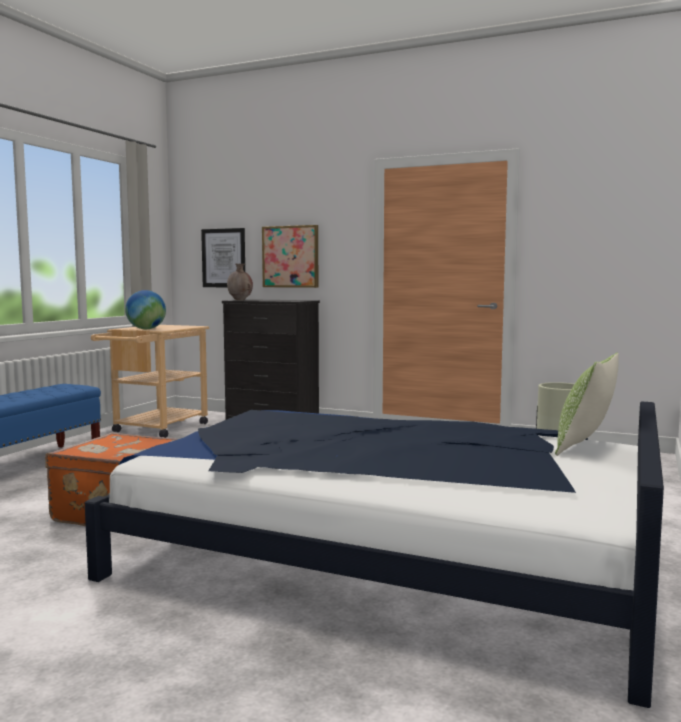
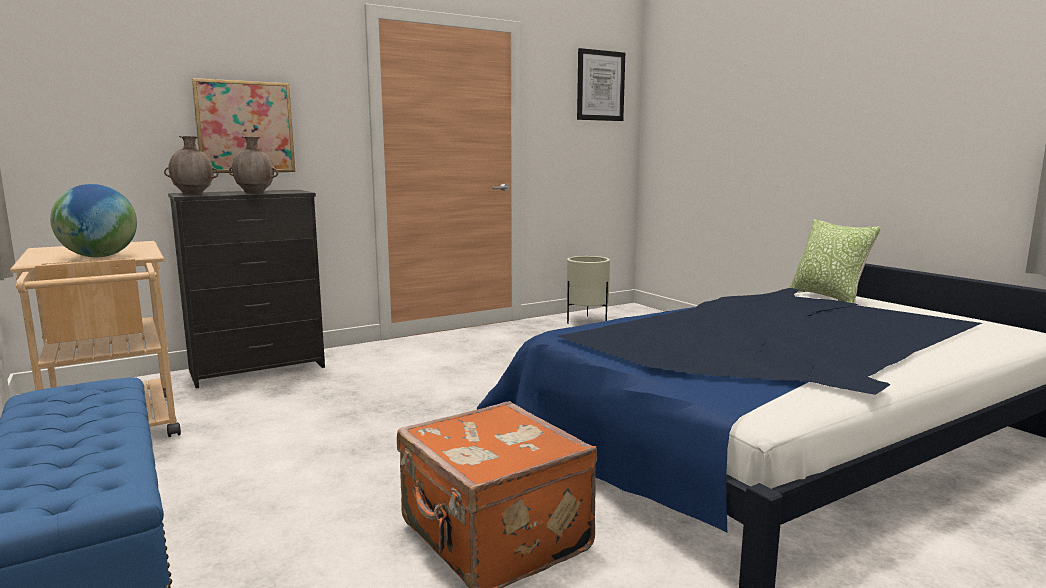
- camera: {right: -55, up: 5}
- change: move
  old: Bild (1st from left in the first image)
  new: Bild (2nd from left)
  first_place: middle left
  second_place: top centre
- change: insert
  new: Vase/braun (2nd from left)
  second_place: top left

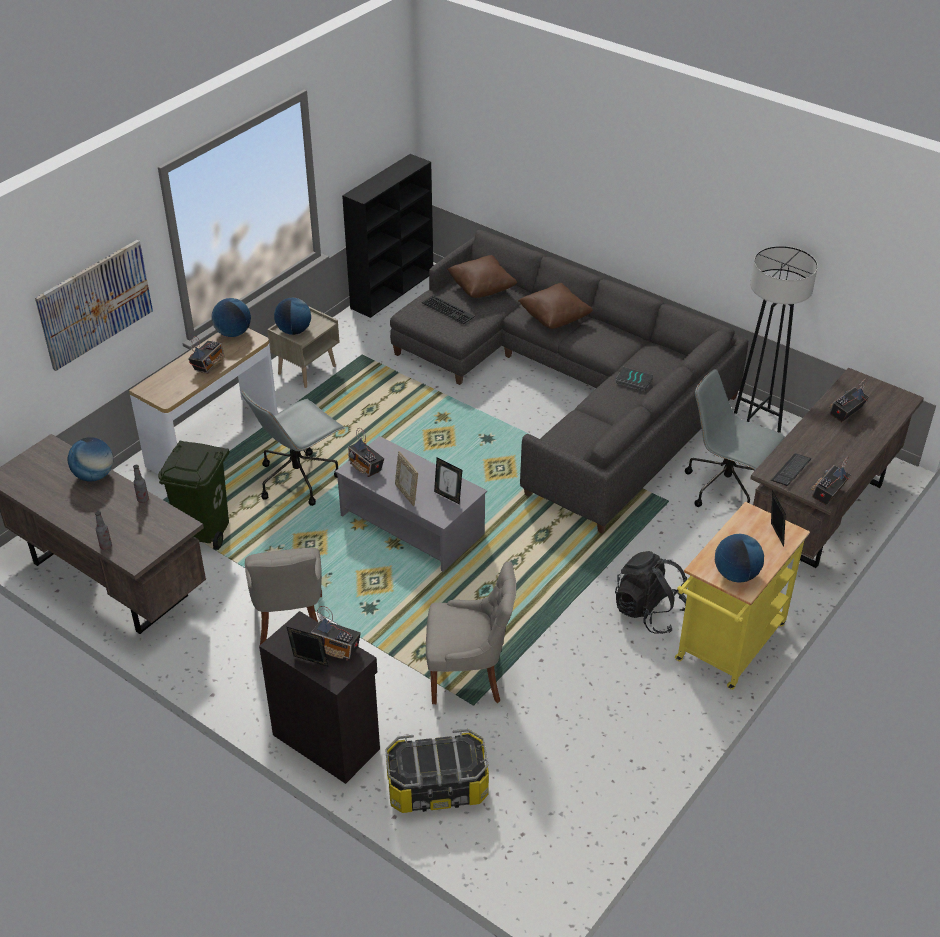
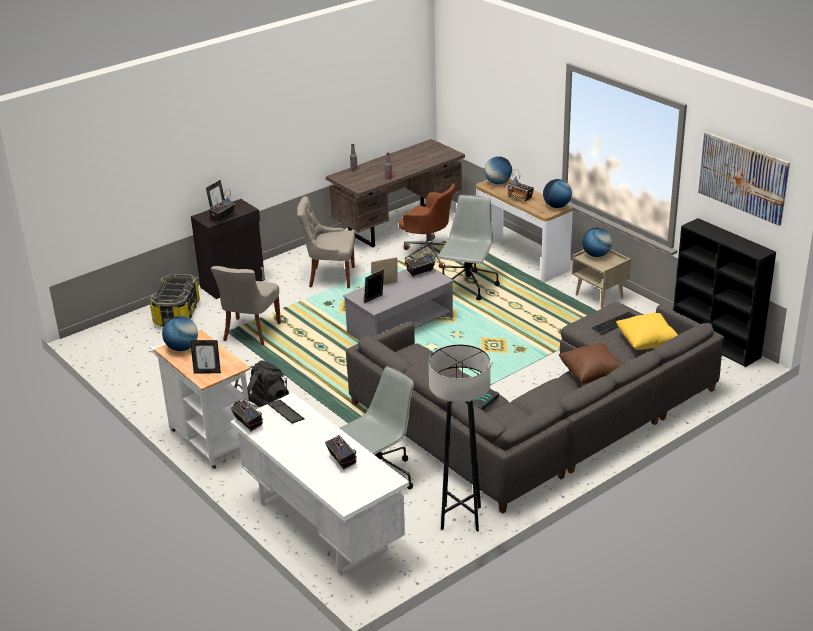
- camera: {right: 105, up: -10}
- change: move
  old: Bild
  first_place: top left
  second_place: top right
- change: move
  old: Globus (1st from left in the first image)
  new: Globus (2nd from left)
  first_place: middle left
  second_place: top centre
- change: replace
  old: Mülleimer/grün
  new: Bürostuhl/braun
  first_place: middle left
  second_place: centre
- change: rotate
  old: Bürostuhl/grau (1st from left in the first image)
  first_place: middle left
  second_place: centre
  degrees: 45
- change: recolor
  old: Kissen/braun (1st from left)
  new: Kissen/gelb
  first_place: top centre
  second_place: middle right
- change: recolor
  old: Rollwagen/gelb
  new: Rollwagen/weiß
  first_place: middle right
  second_place: middle left
- change: recolor
  old: Schreibtisch/braun (2nd from left)
  new: Schreibtisch/weiß
  first_place: middle right
  second_place: bottom centre

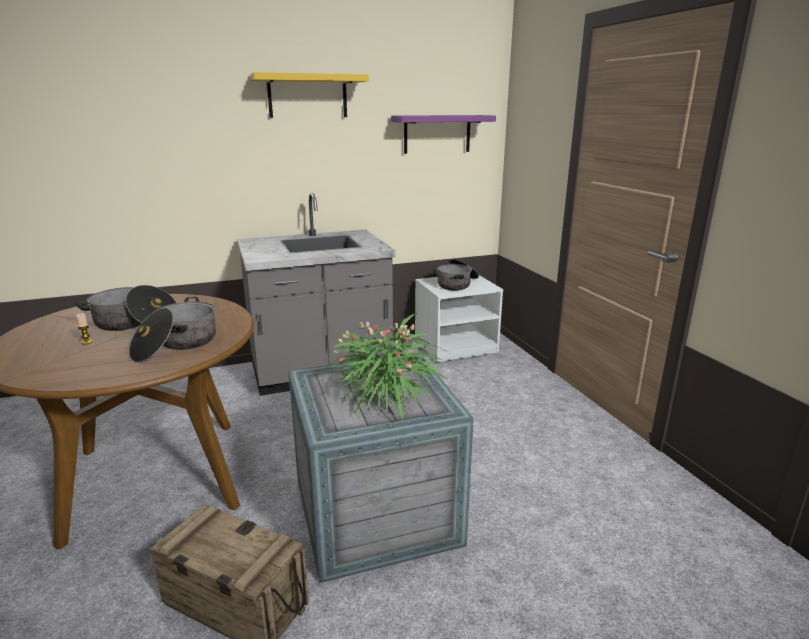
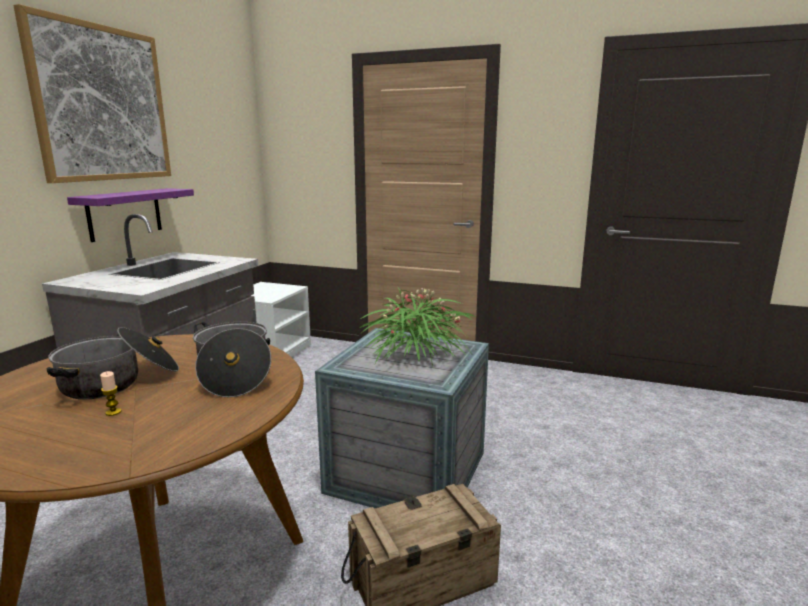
- camera: {right: -50, up: -5}
- change: replace
  old: Wandregal/gelb
  new: Bild
  first_place: top centre
  second_place: top left
- change: move
  old: Wandregal/lila
  first_place: top centre
  second_place: middle left
- change: delete
  old: Kochtopf (3rd from left)
  first_place: centre

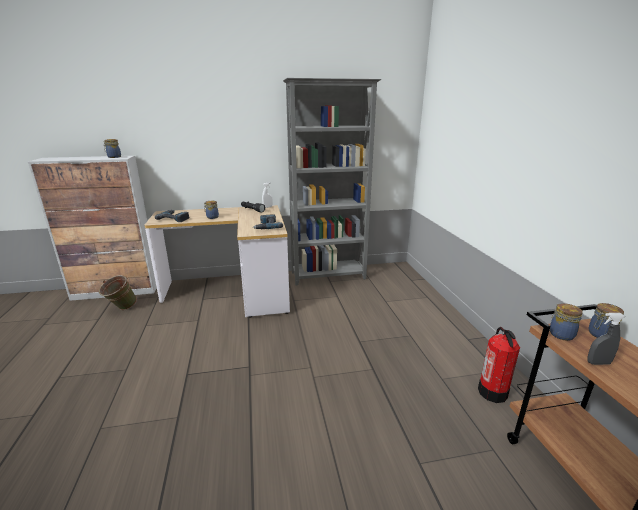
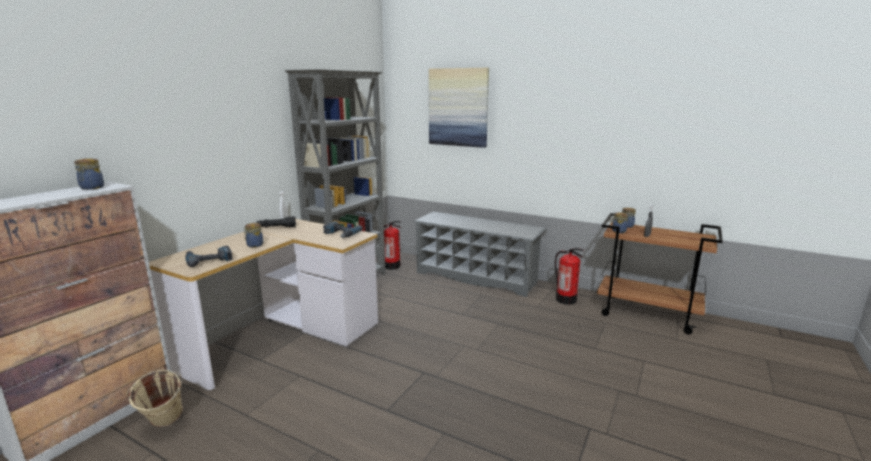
- camera: {right: -50, up: -5}
- change: recolor
  old: Eimer/grün
  new: Eimer/beige
  first_place: middle left
  second_place: bottom left
- change: insert
  new: Feuerlöscher (1st from left)
  second_place: centre
- change: insert
  new: Schuhregal/grau
  second_place: centre
- change: insert
  new: Bild
  second_place: top centre

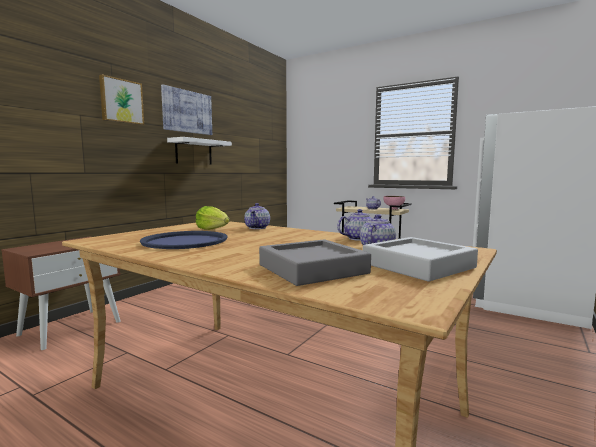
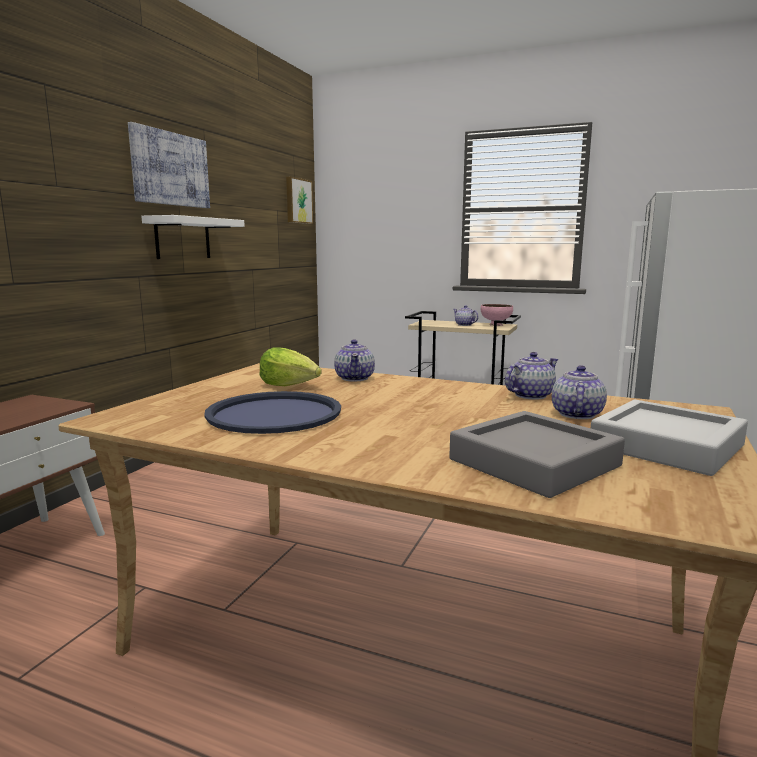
- camera: {right: -10, up: 5}
- change: move
  old: Bild (1st from left in the first image)
  new: Bild (2nd from left)
  first_place: top left
  second_place: top centre

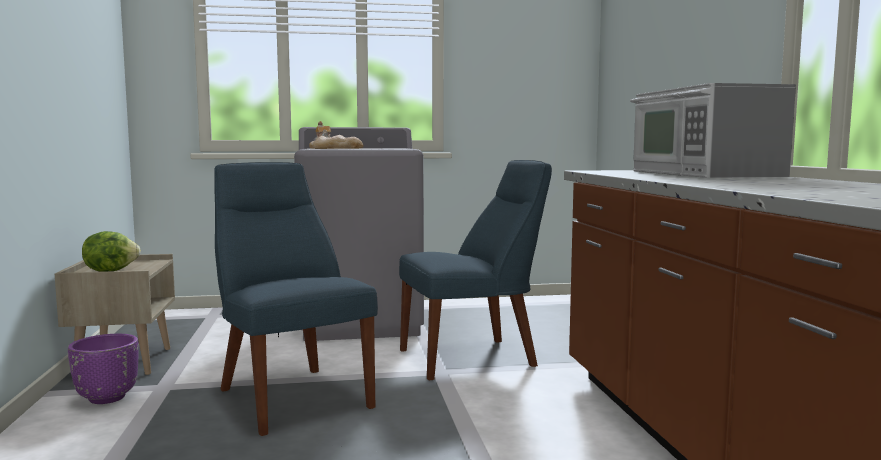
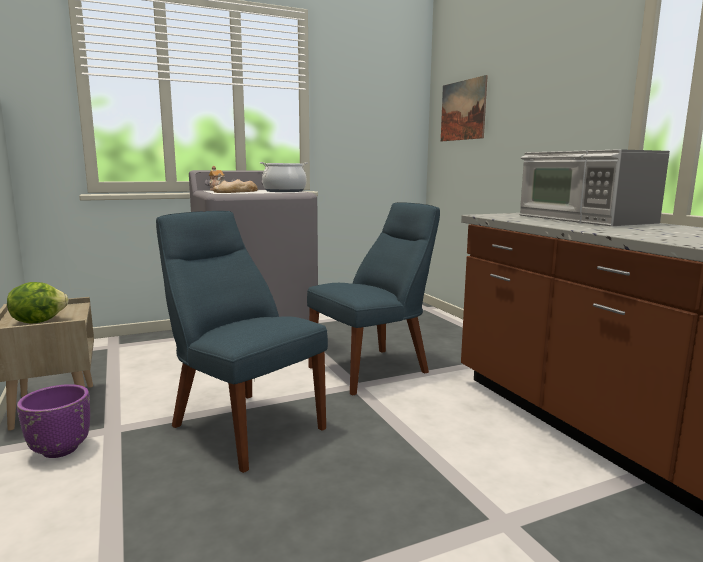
- camera: {right: -15, up: 5}
- change: insert
  new: Kochtopf
  second_place: top centre
- change: insert
  new: Bild
  second_place: top centre

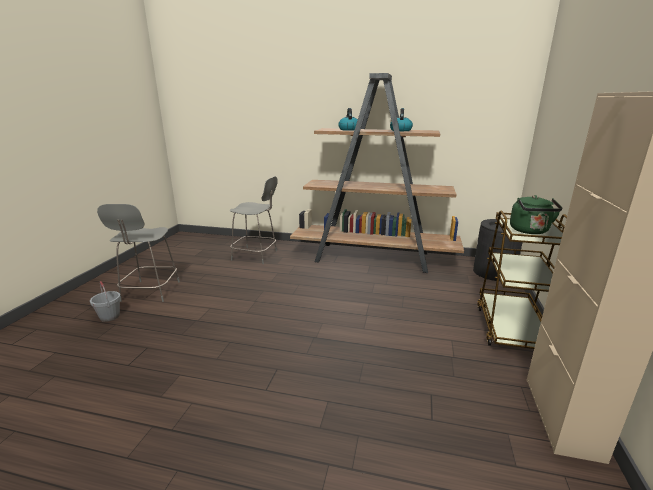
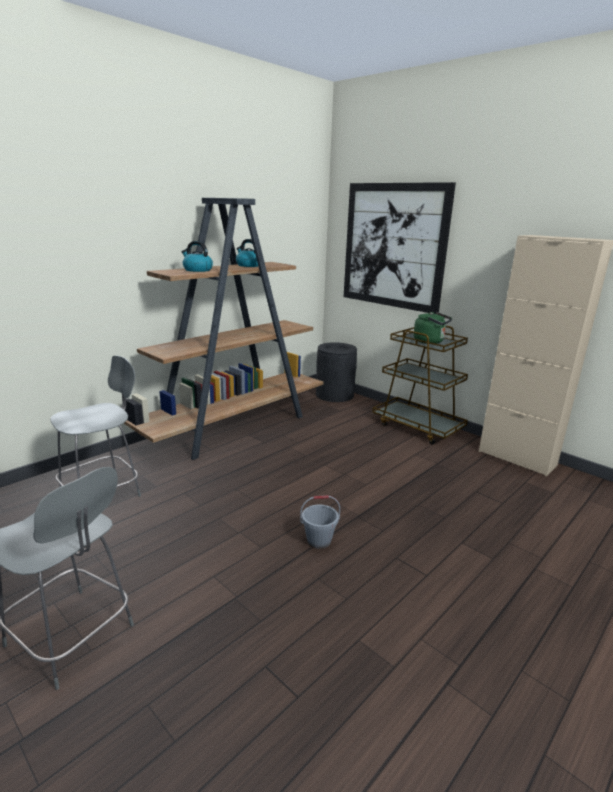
- camera: {right: -60, up: 0}
- change: move
  old: Eimer/grau
  first_place: middle left
  second_place: centre
- change: insert
  new: Bild
  second_place: top centre

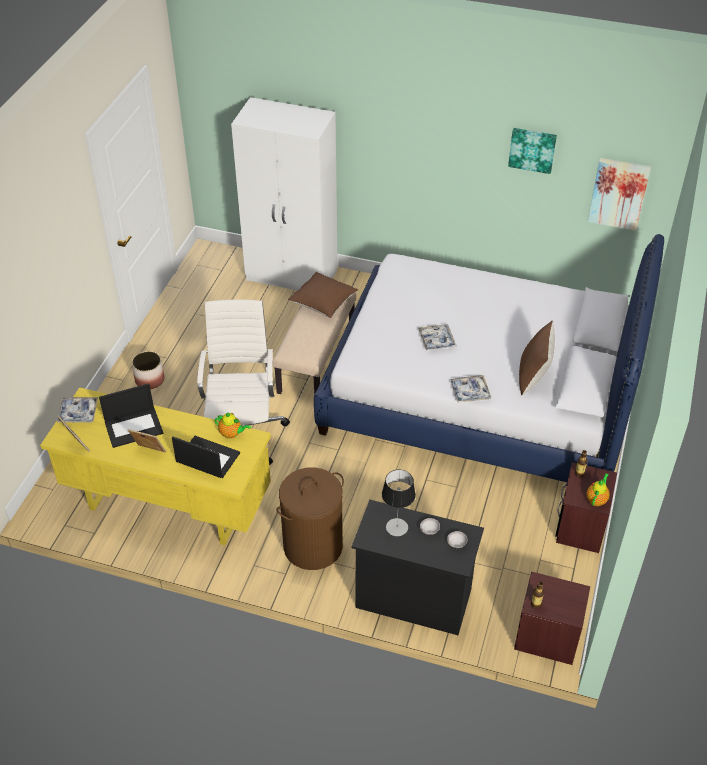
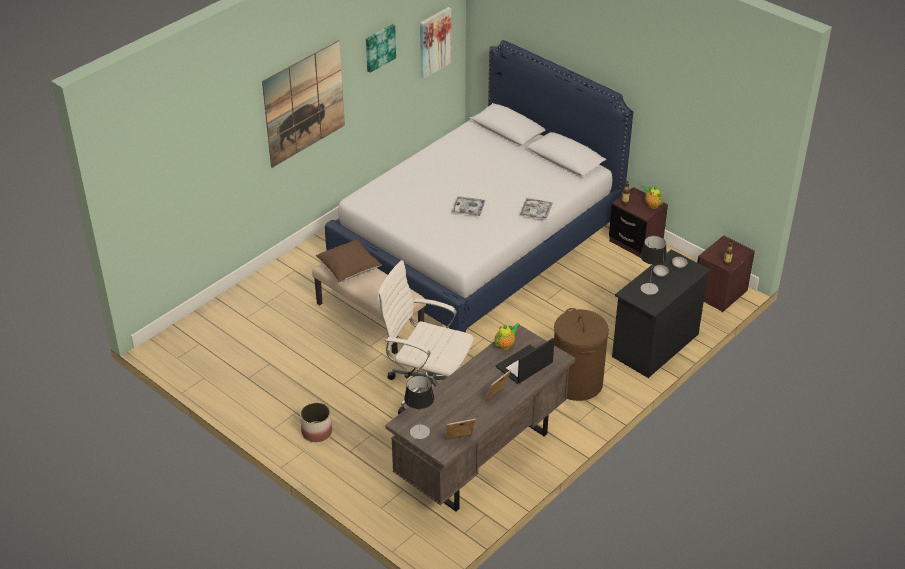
- camera: {right: -65, up: -5}
- change: recolor
  old: Schreibtisch/gelb
  new: Schreibtisch/braun
  first_place: middle left
  second_place: bottom centre
- change: replace
  old: Tablett (1st from left)
  new: Tischlampe (1st from left)
  first_place: middle left
  second_place: bottom centre
- change: delete
  old: Laptop (1st from left)
  first_place: middle left
- change: delete
  old: Kleiderschrank/weiß
  first_place: top centre
- change: delete
  old: Kissen/braun (2nd from left)
  first_place: middle right
- change: insert
  new: Bild (1st from left)
  second_place: top centre

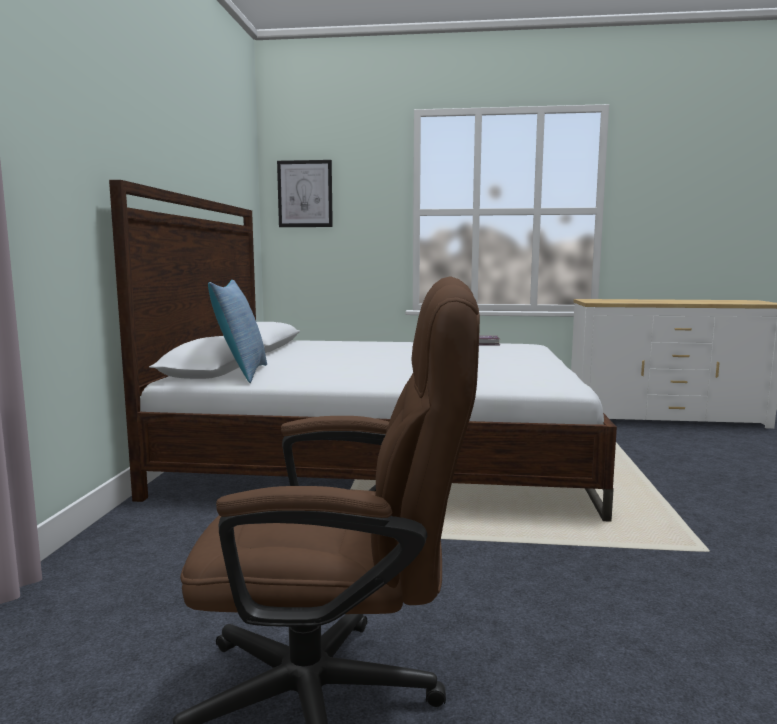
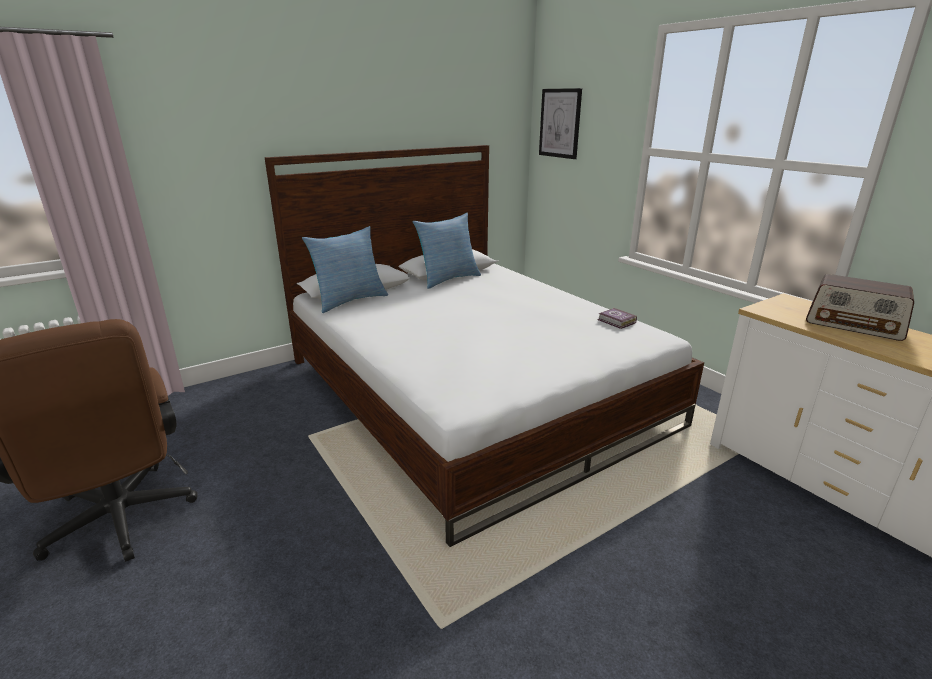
- camera: {right: 50, up: 15}
- change: insert
  new: Kissen (2nd from left)
  second_place: centre
- change: insert
  new: Radio
  second_place: middle right

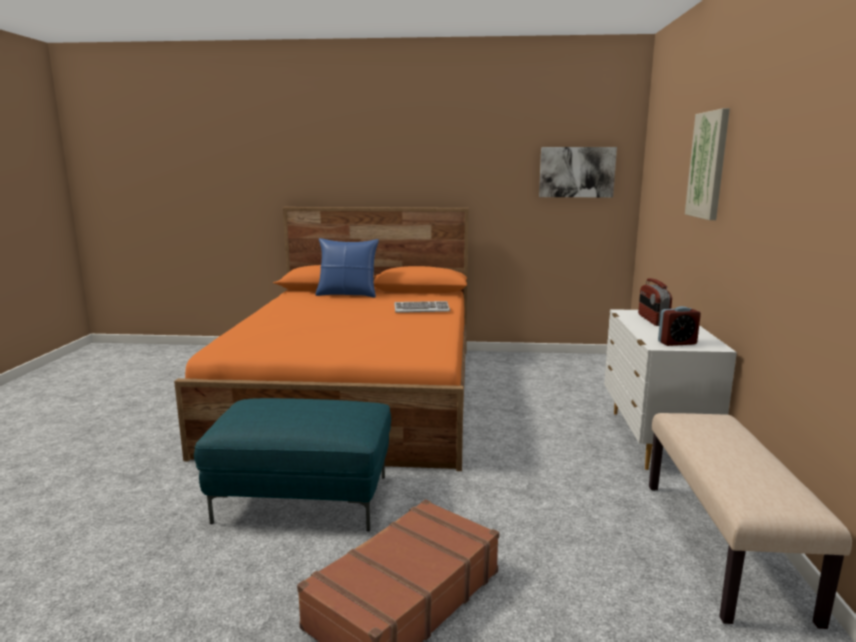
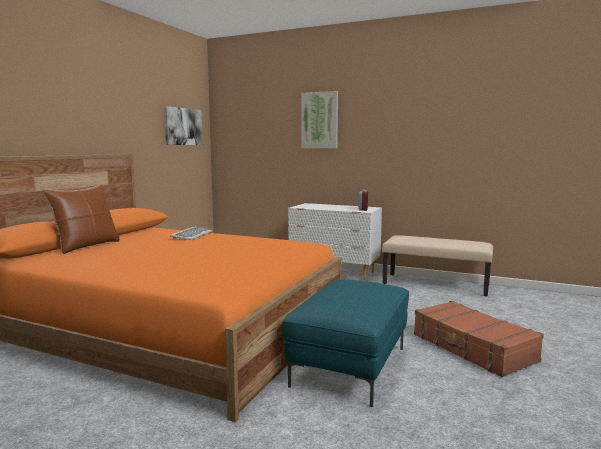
- camera: {right: -70, up: -5}
- change: recolor
  old: Kissen/blau
  new: Kissen/braun
  first_place: centre
  second_place: middle left
- change: delete
  old: Radio
  first_place: middle right

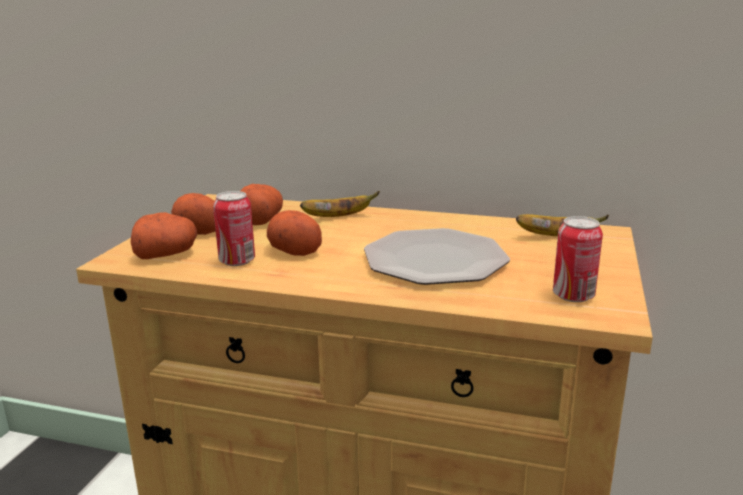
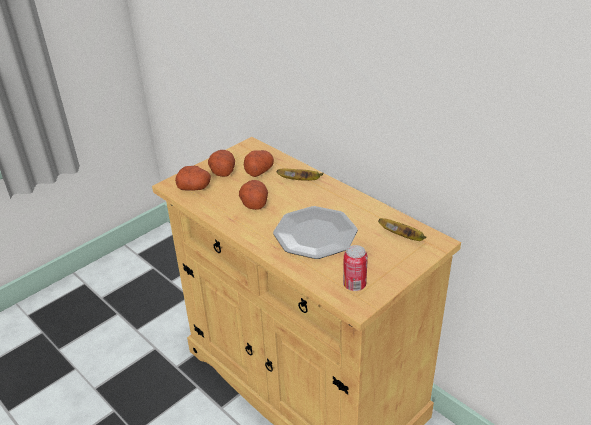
- camera: {right: 30, up: 15}
- change: delete
  old: Dose (1st from left)
  first_place: middle left

